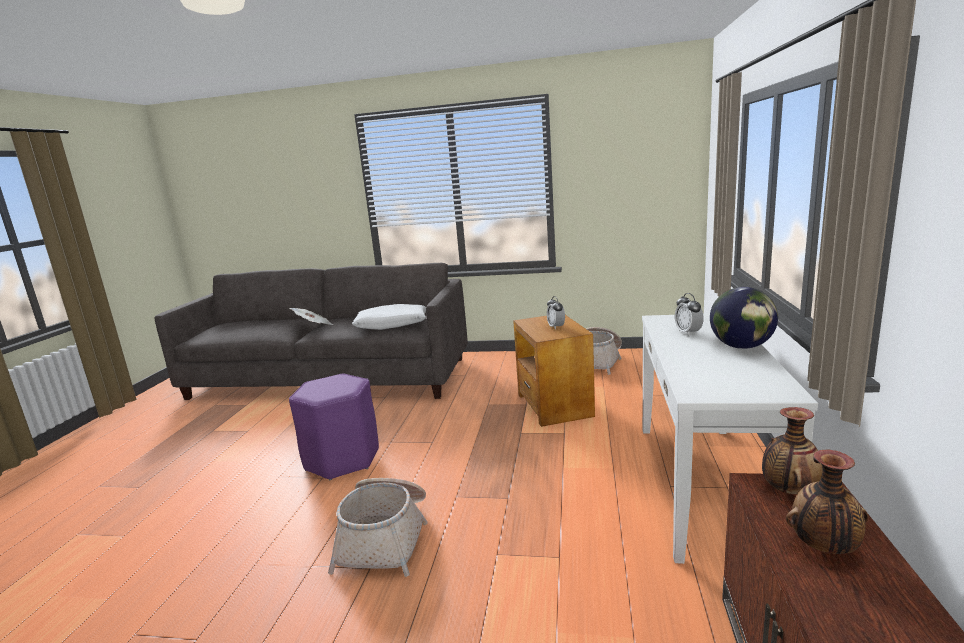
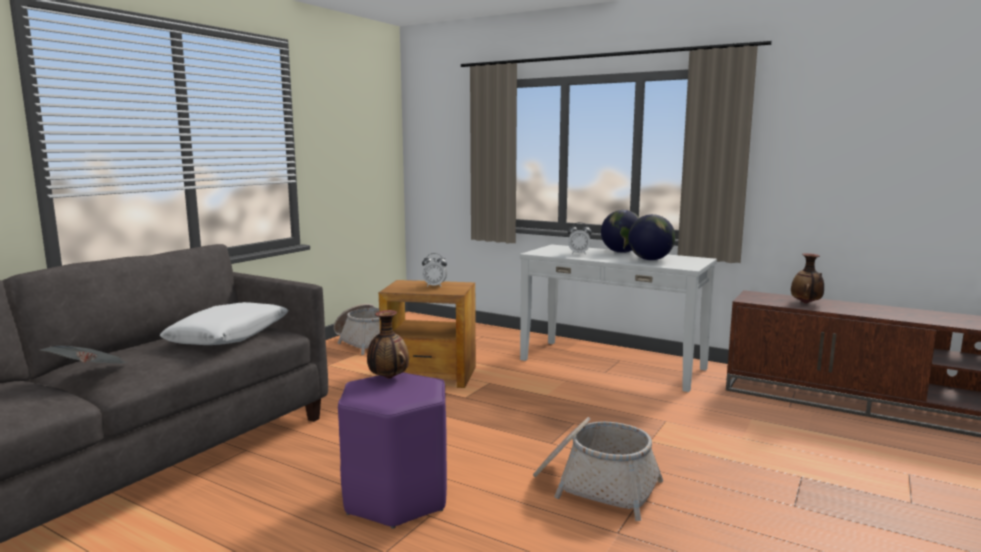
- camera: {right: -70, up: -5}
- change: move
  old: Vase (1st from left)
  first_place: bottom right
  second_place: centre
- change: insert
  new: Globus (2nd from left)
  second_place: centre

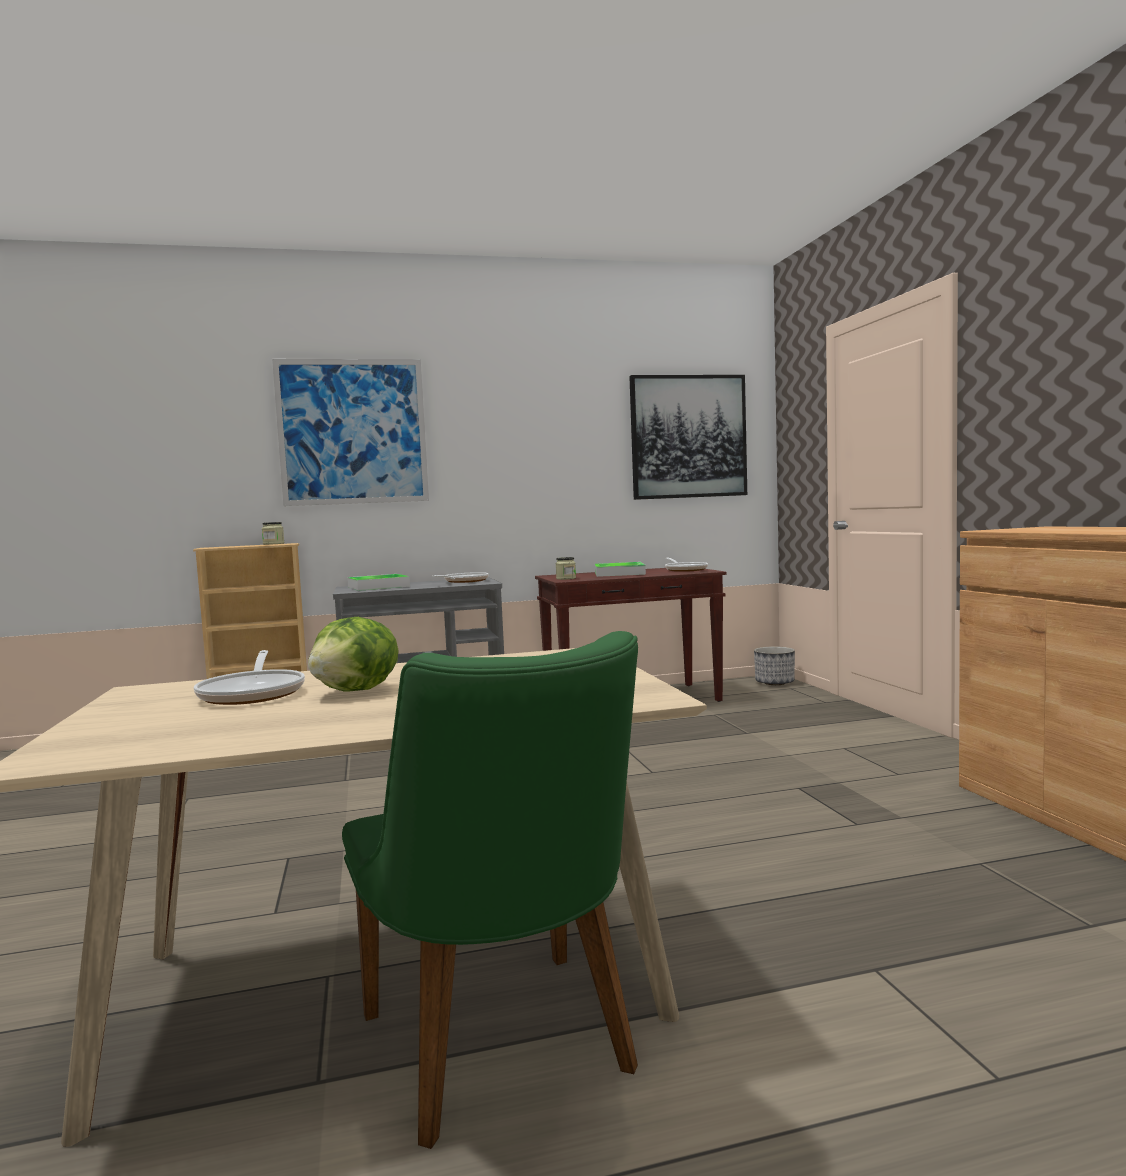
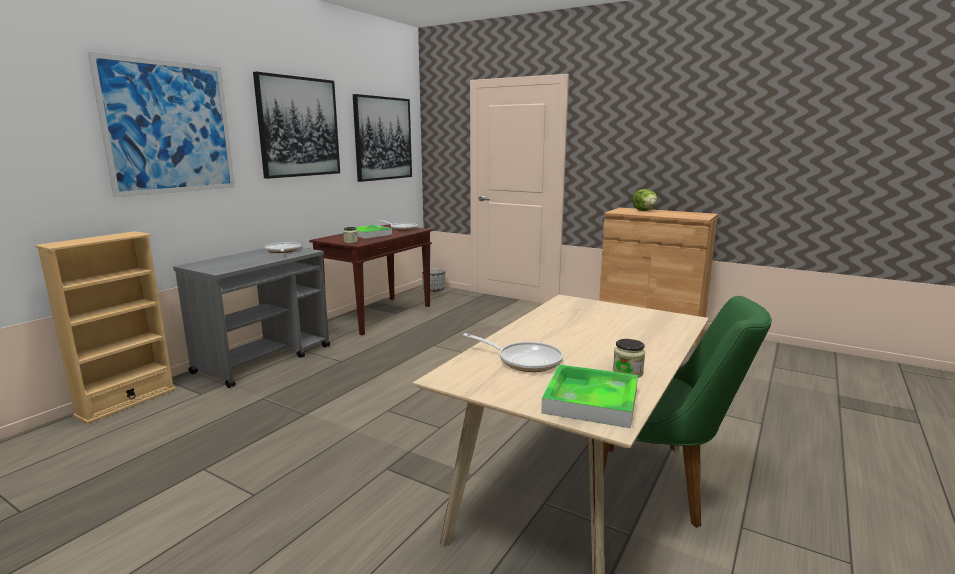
- camera: {right: -45, up: 10}
- change: move
  old: Vorratsglas (1st from left in the first image)
  new: Vorratsglas (2nd from left)
  first_place: middle left
  second_place: centre
- change: move
  old: Salatkopf
  first_place: middle left
  second_place: middle right
- change: move
  old: Tablett (1st from left in the first image)
  new: Tablett (2nd from left)
  first_place: centre
  second_place: bottom centre
- change: insert
  new: Bild (2nd from left)
  second_place: top left

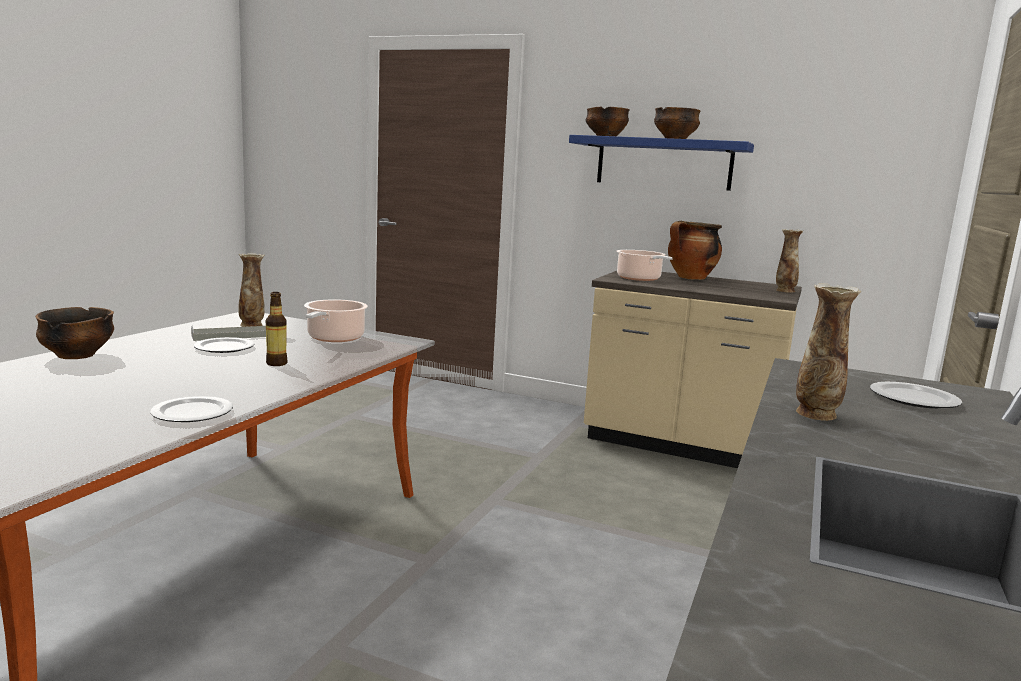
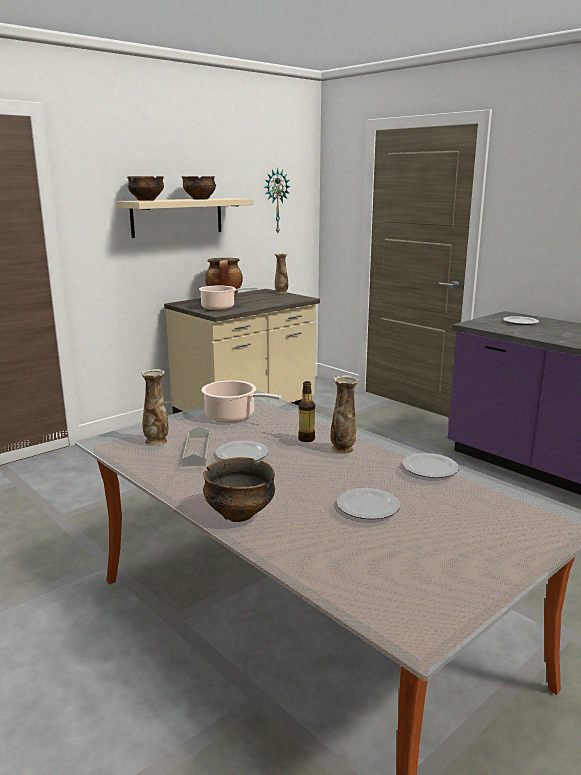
- camera: {right: -65, up: 5}
- change: recolor
  old: Wandregal/blau
  new: Wandregal/beige
  first_place: top centre
  second_place: top left
- change: move
  old: Vase (3rd from left)
  first_place: middle right
  second_place: centre
- change: insert
  new: Wanduhr
  second_place: top centre
- change: insert
  new: Teller (2nd from left)
  second_place: centre

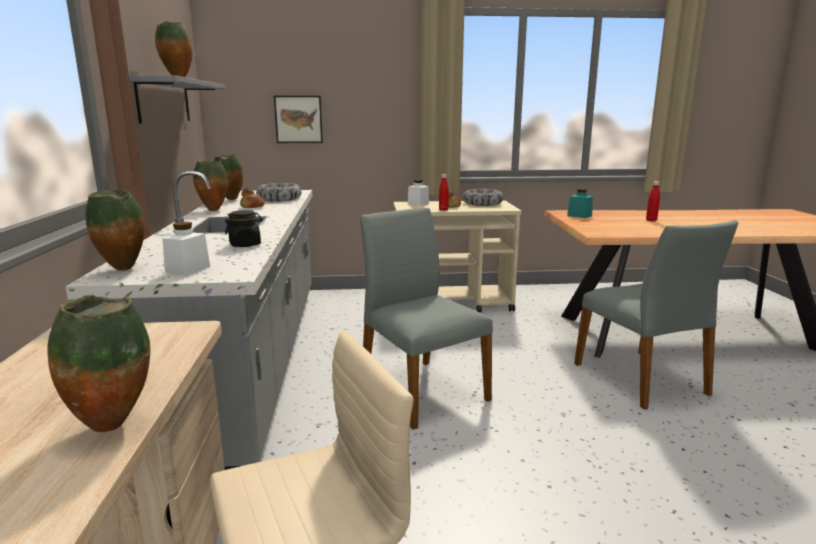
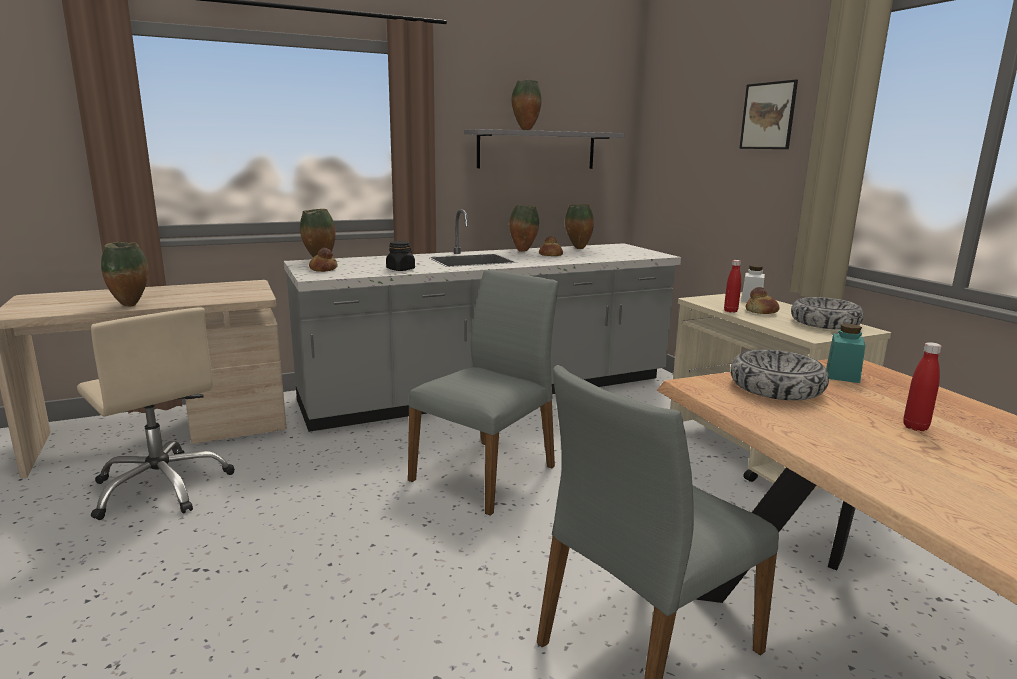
- camera: {right: 70, up: 0}
- change: replace
  old: Vorratsglas/weiß (1st from left)
  new: Brot (1st from left)
  first_place: middle left
  second_place: middle left
- change: move
  old: Schüssel (1st from left)
  first_place: centre
  second_place: middle right
- change: move
  old: Bild
  first_place: top centre
  second_place: top right

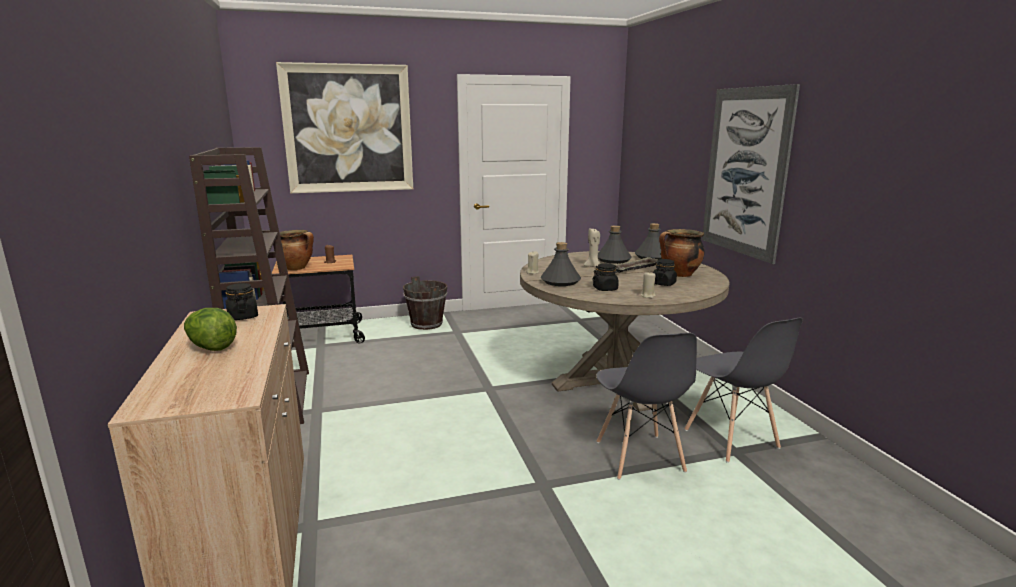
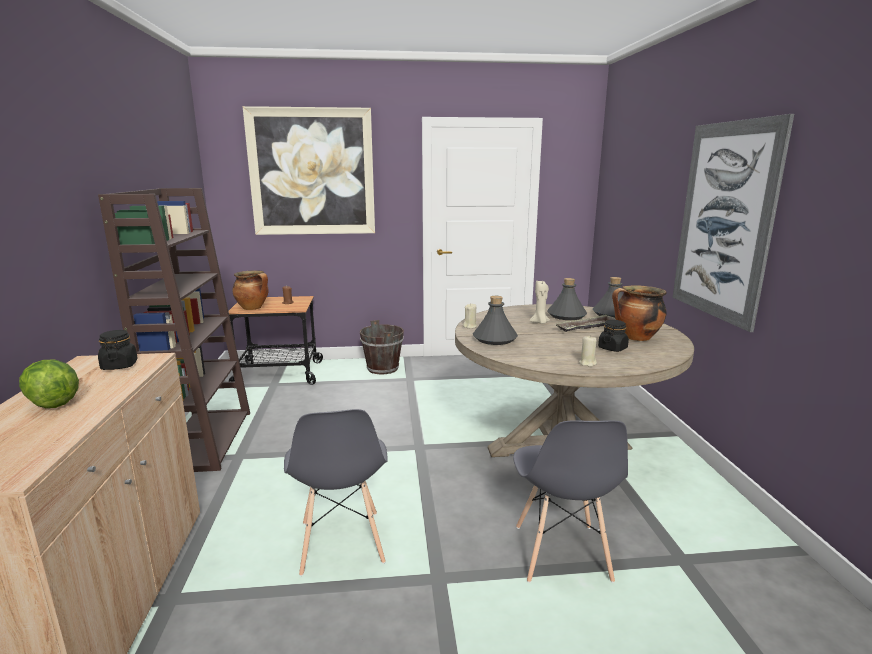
- camera: {right: 10, up: 0}
- change: delete
  old: Vorratsglas/schwarz (2nd from left)
  first_place: centre
- change: move
  old: Stuhl/grau (2nd from left in the first image)
  new: Stuhl/grau (1st from left)
  first_place: middle right
  second_place: bottom centre

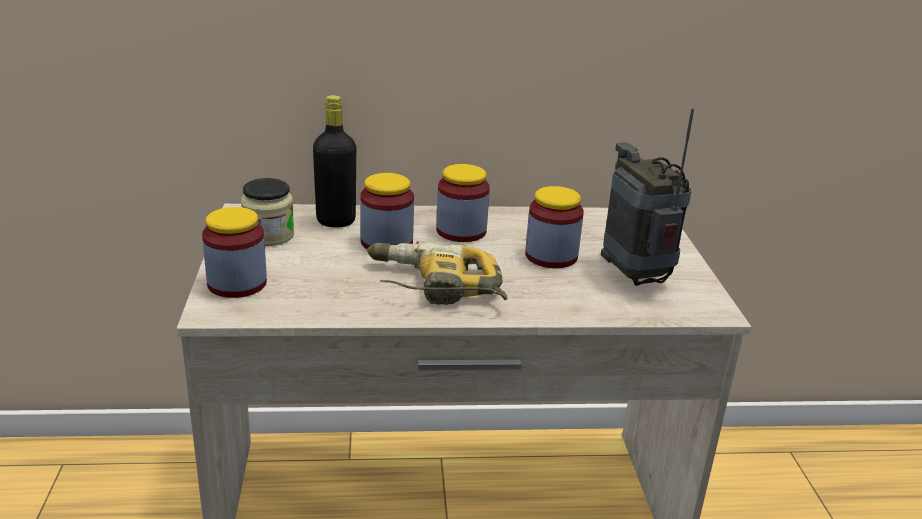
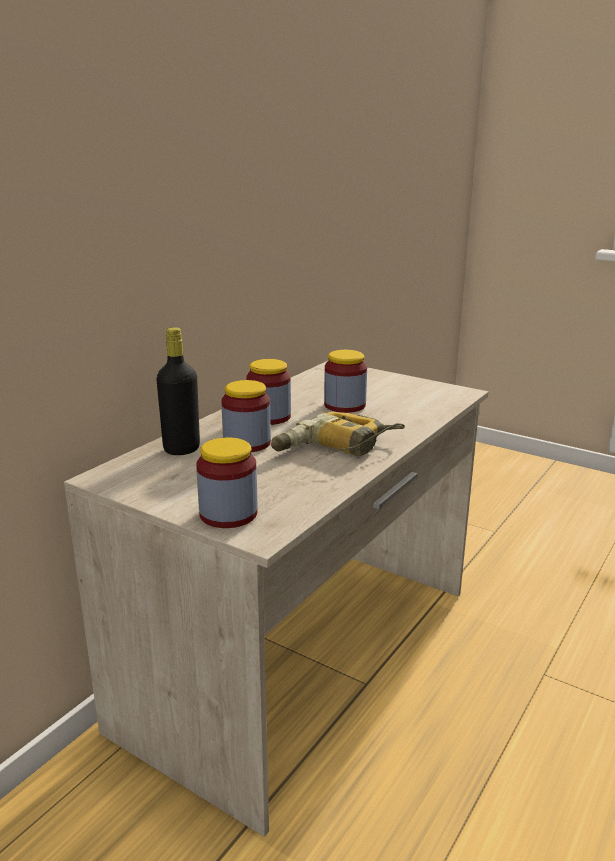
- camera: {right: -50, up: -5}
- change: delete
  old: Vorratsglas (2nd from left)
  first_place: middle left
- change: delete
  old: Radio
  first_place: middle right

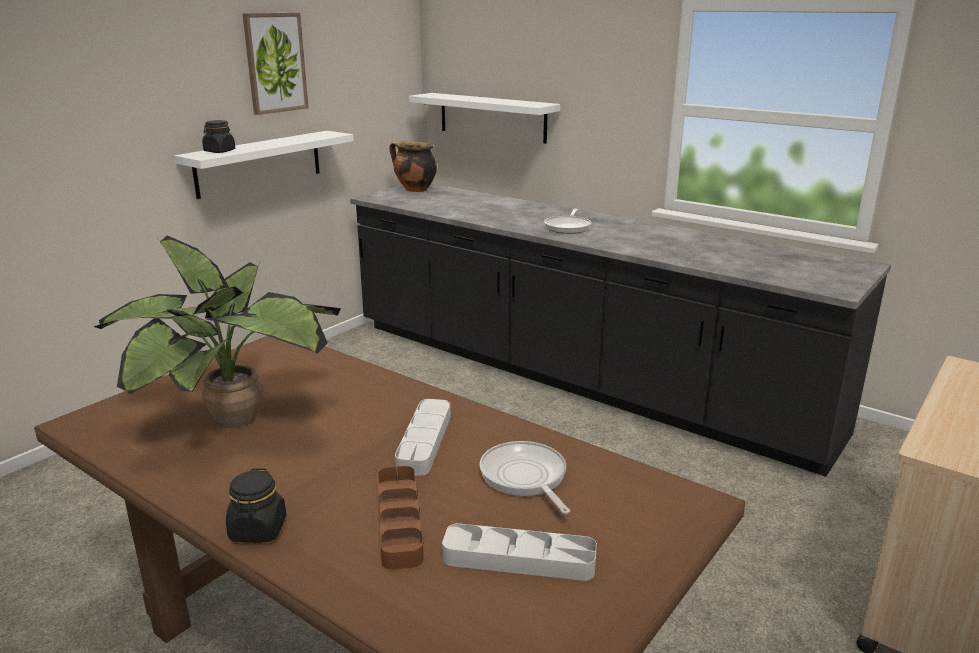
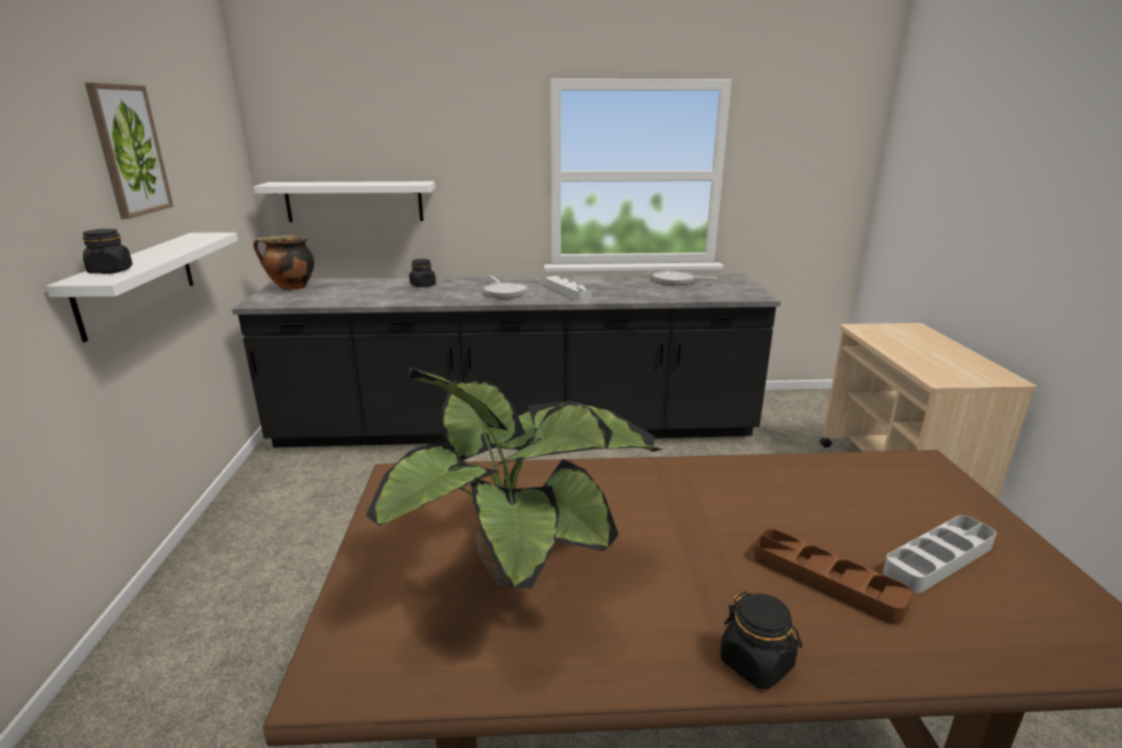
- camera: {right: -40, up: 0}
- change: move
  old: Tablett/grau (1st from left)
  first_place: bottom centre
  second_place: centre
- change: move
  old: Pfanne (1st from left in the first image)
  new: Pfanne (2nd from left)
  first_place: bottom centre
  second_place: centre
- change: insert
  new: Vorratsglas/schwarz (2nd from left)
  second_place: centre

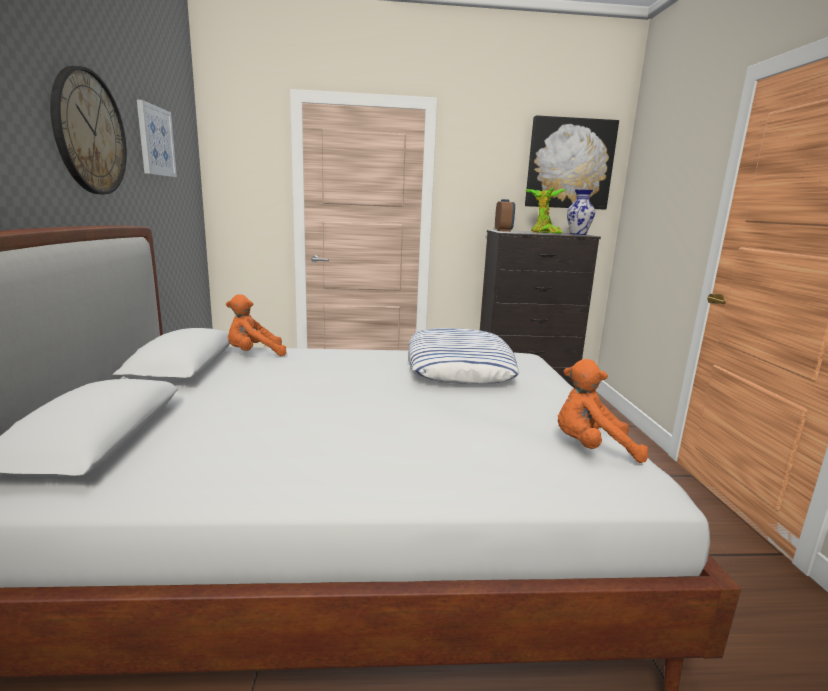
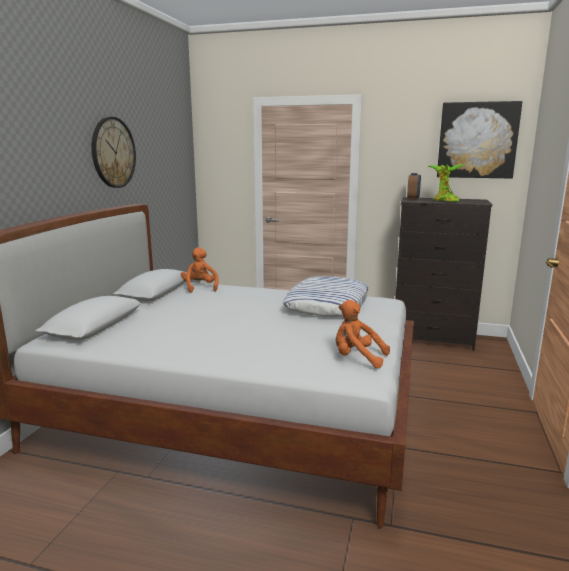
- camera: {right: 20, up: 0}
- change: delete
  old: Bild (1st from left)
  first_place: top left
- change: rotate
  old: Plüschtier/orange (1st from left)
  first_place: middle left
  second_place: centre
  degrees: 75
- change: delete
  old: Vase
  first_place: top right

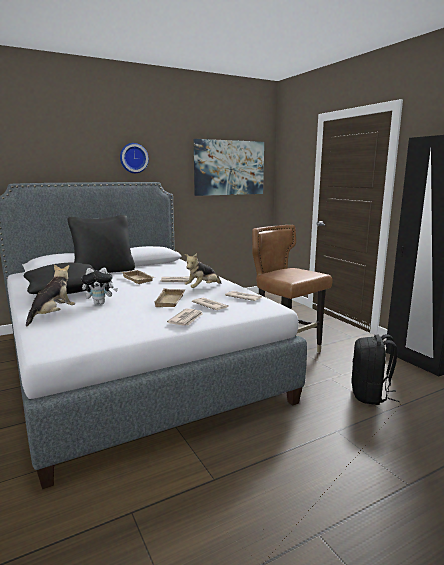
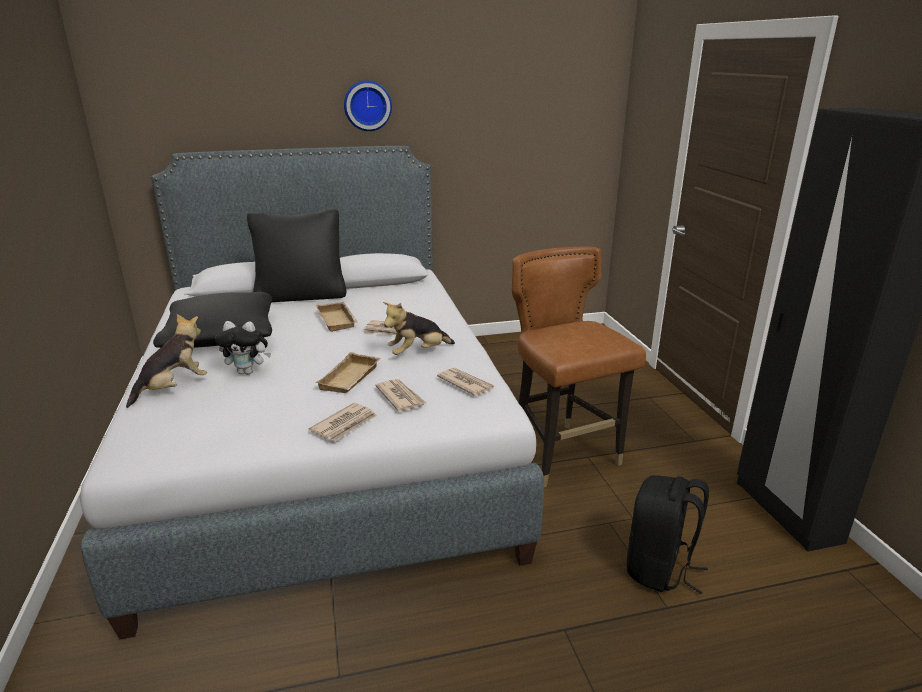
- camera: {right: 15, up: 10}
- change: delete
  old: Bild
  first_place: top centre

